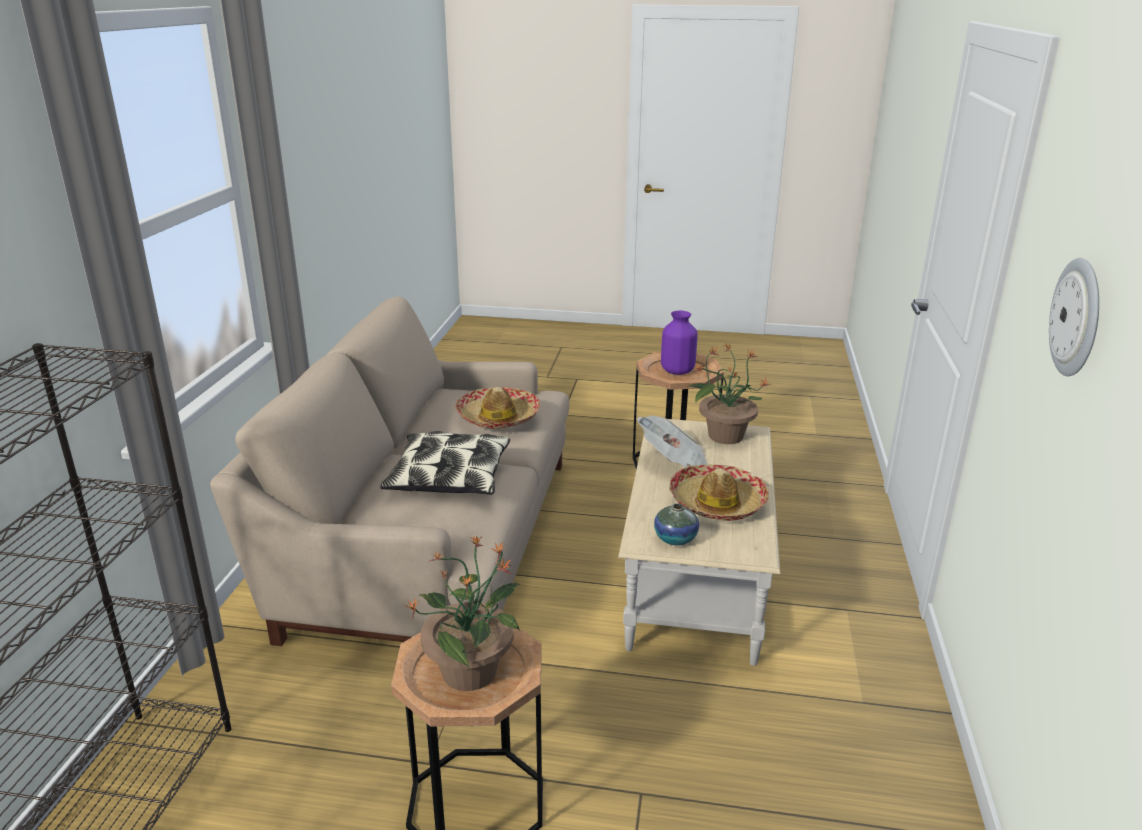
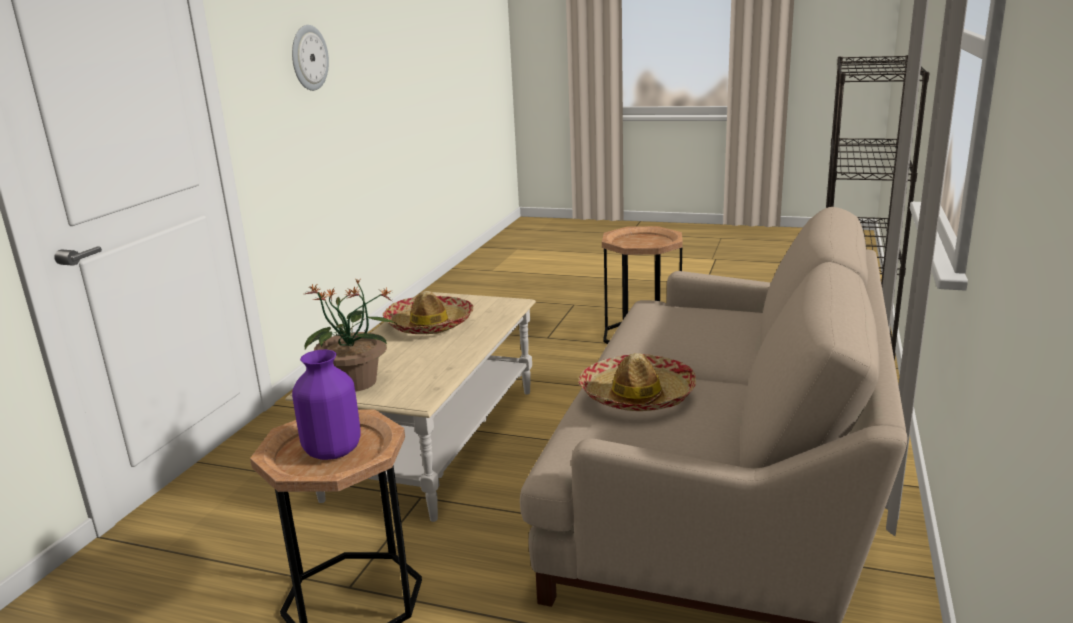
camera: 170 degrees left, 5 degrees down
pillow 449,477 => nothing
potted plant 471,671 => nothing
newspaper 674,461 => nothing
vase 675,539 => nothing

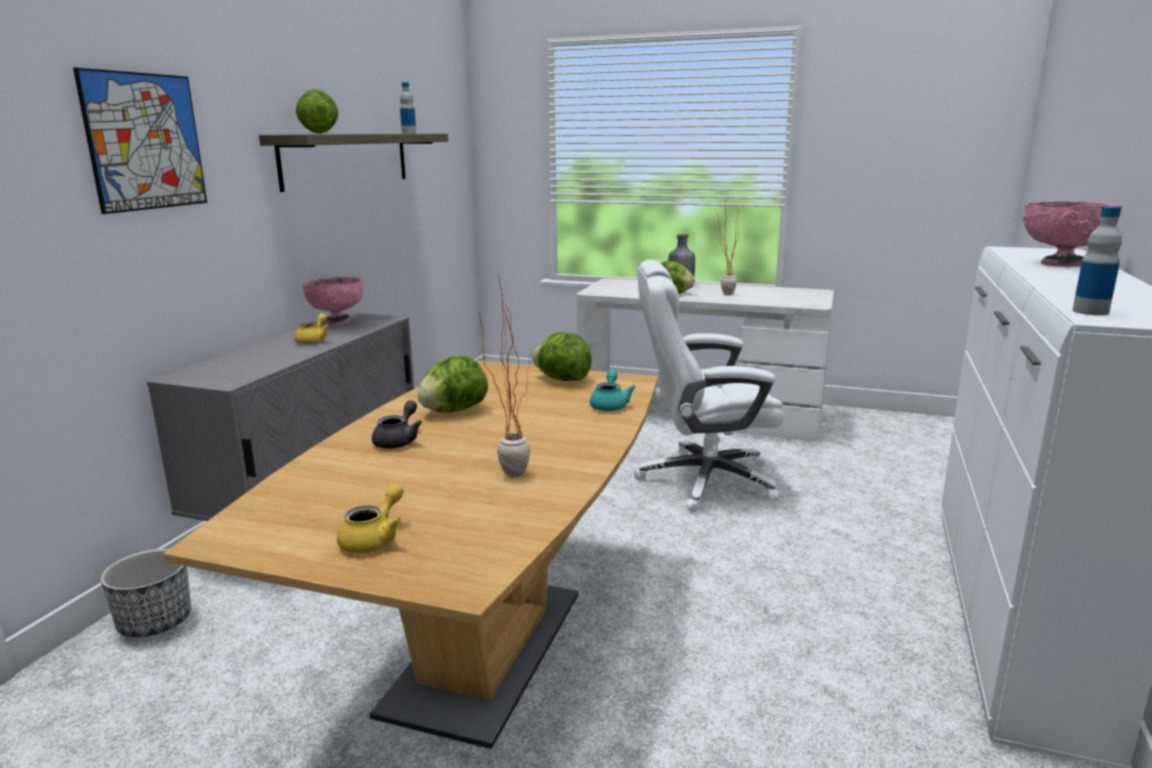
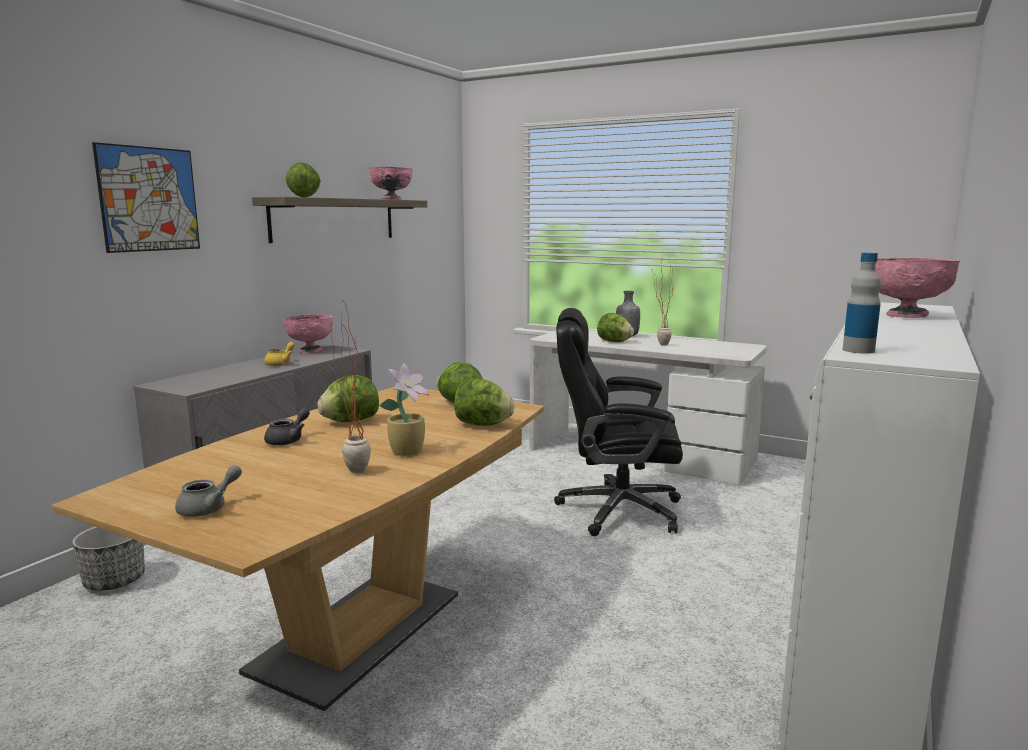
camera: 10 degrees right, 5 degrees down
nothing => potted plant 408,451
bottle 409,133 => pink bowl 391,199
turquoise teapot 610,405 => lettuce 482,425
yellow teapot 374,539 => grey teapot 209,508
white office chair 703,480 => black office chair 616,510

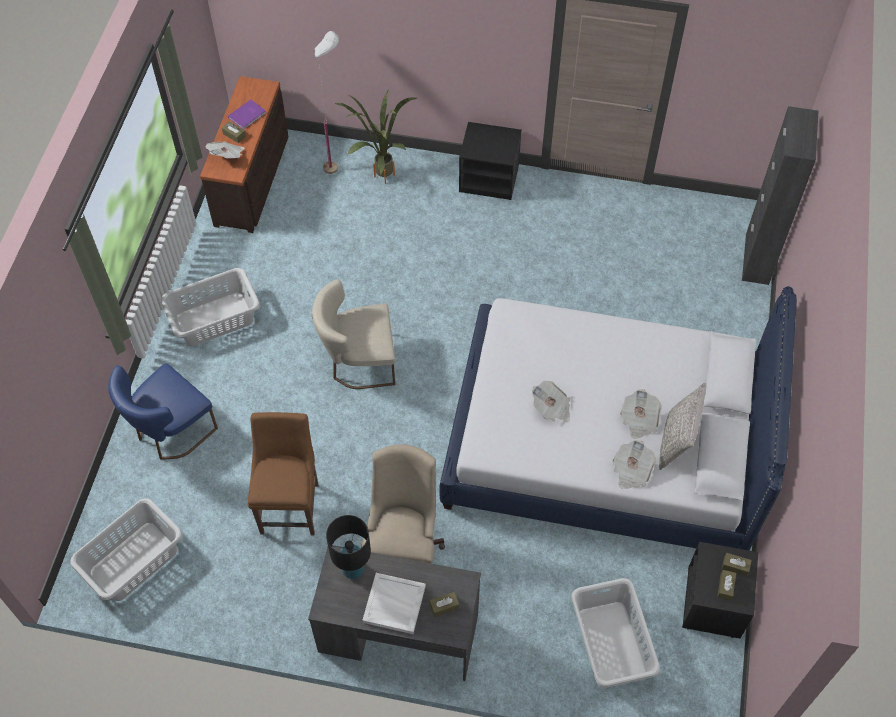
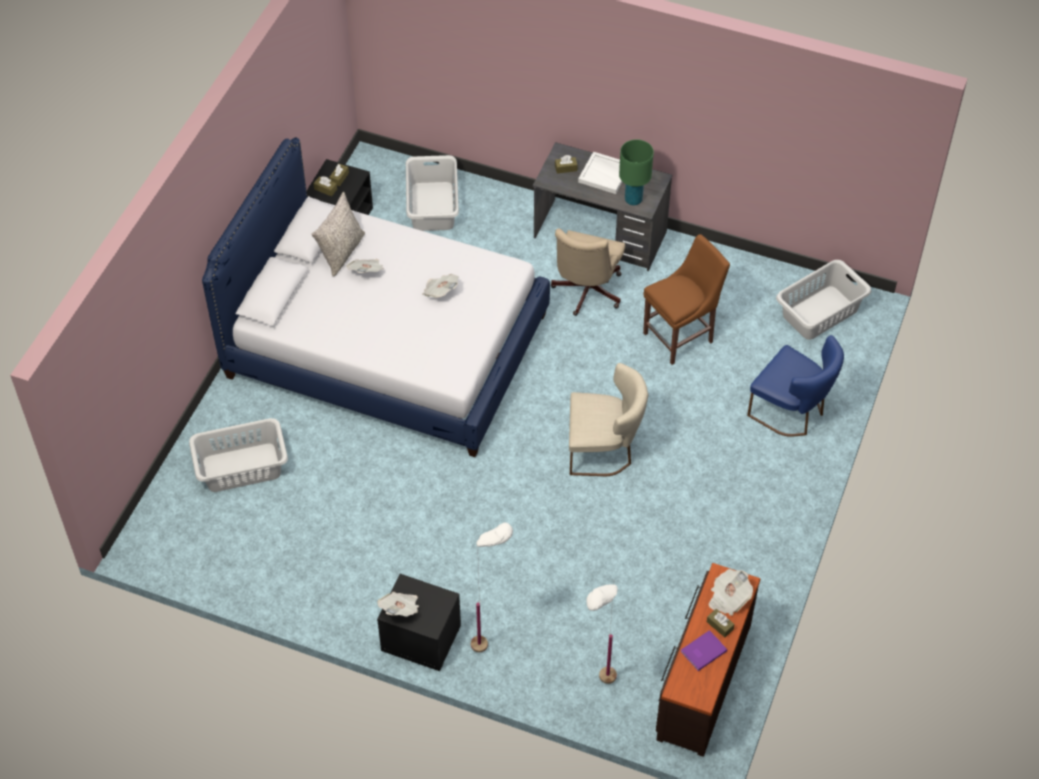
camera: 170 degrees left, 5 degrees down
potted plant 379,178 => nothing
black cabinet 757,259 => nothing
nothing => white floor lamp 492,640
grey laundry basket 214,319 => grey laundry basket 242,468, relocated
newspaper 631,471 => newspaper 400,609, relocated
black table lamp 353,569 => green table lamp 633,199
blue chair 170,432 => blue chair 792,412, 75 degrees clockwise
brown chair 290,505 => brown chair 681,336, 135 degrees counterclockwise

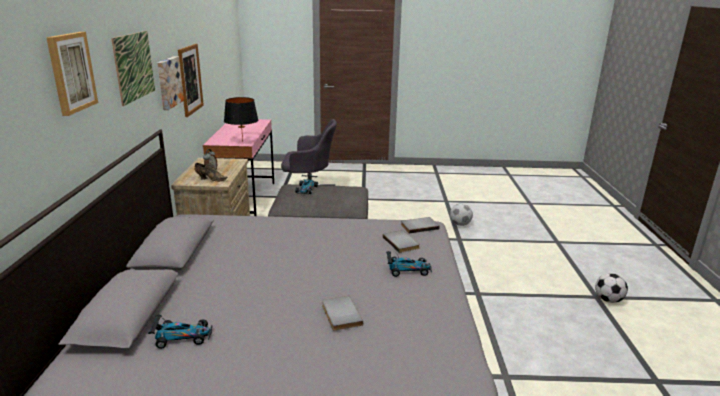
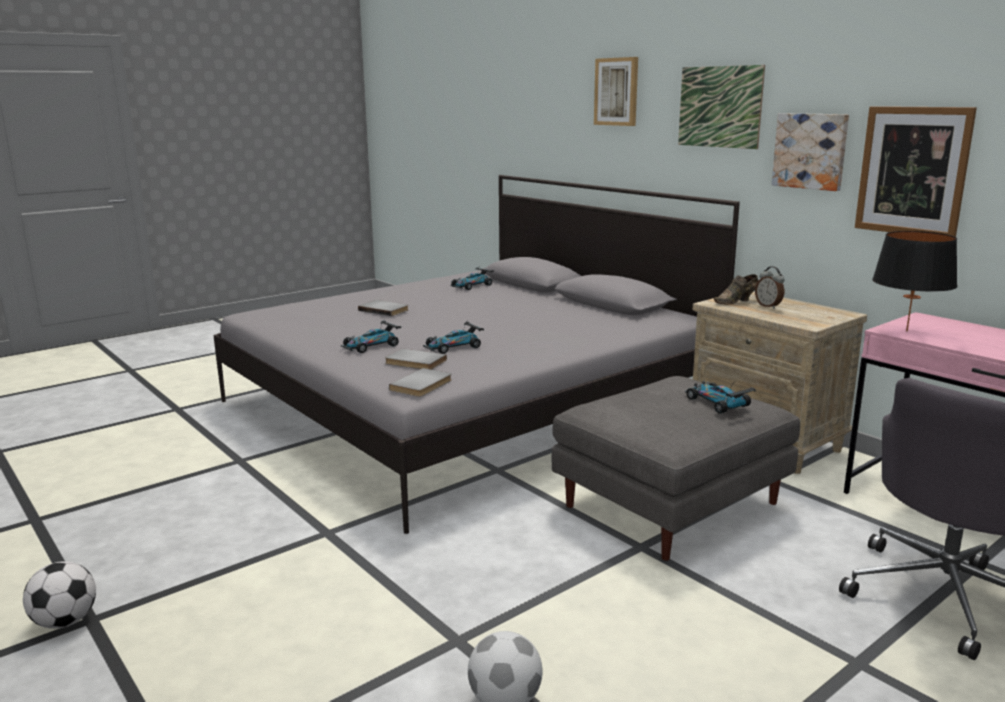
camera: 140 degrees right, 5 degrees down
nothing => toy car 453,347

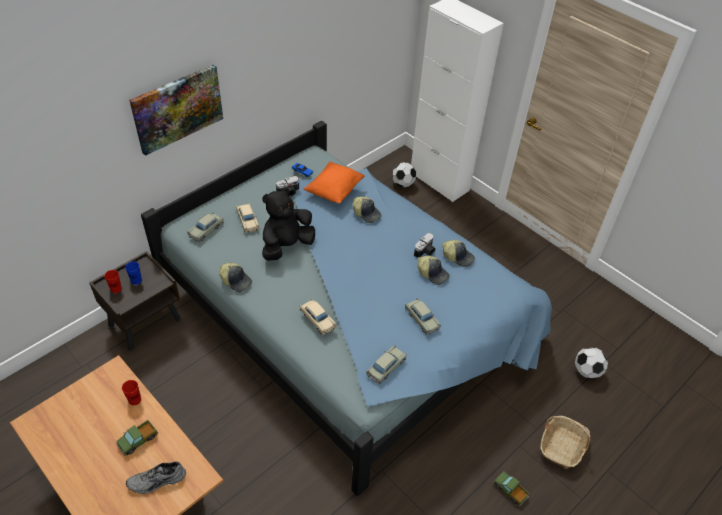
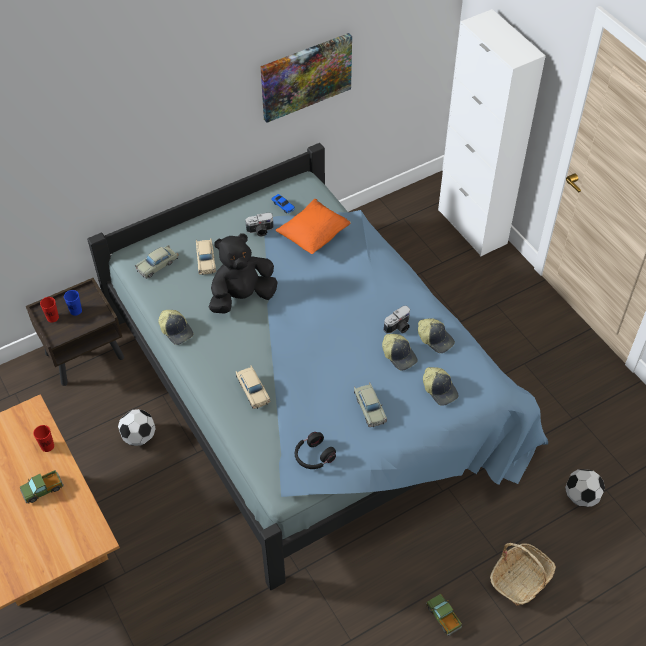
camera: 15 degrees right, 5 degrees up
grey shoe 157,481 => nothing
picture 177,108 => picture 306,76, relocated
cap 366,213 => cap 440,389, relocated
football 403,184 => football 139,437, relocated
beige toy car 386,367 => black headphones 313,457

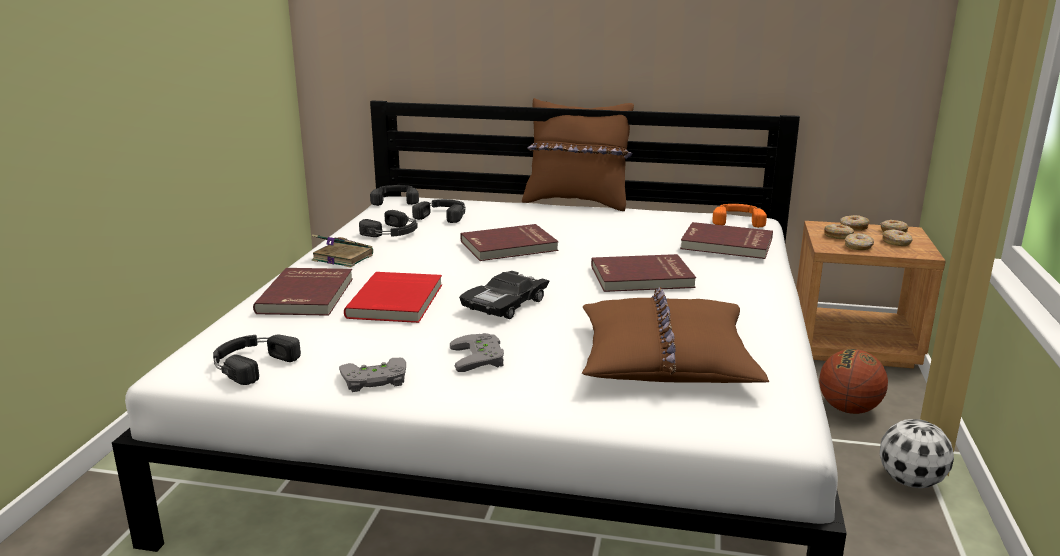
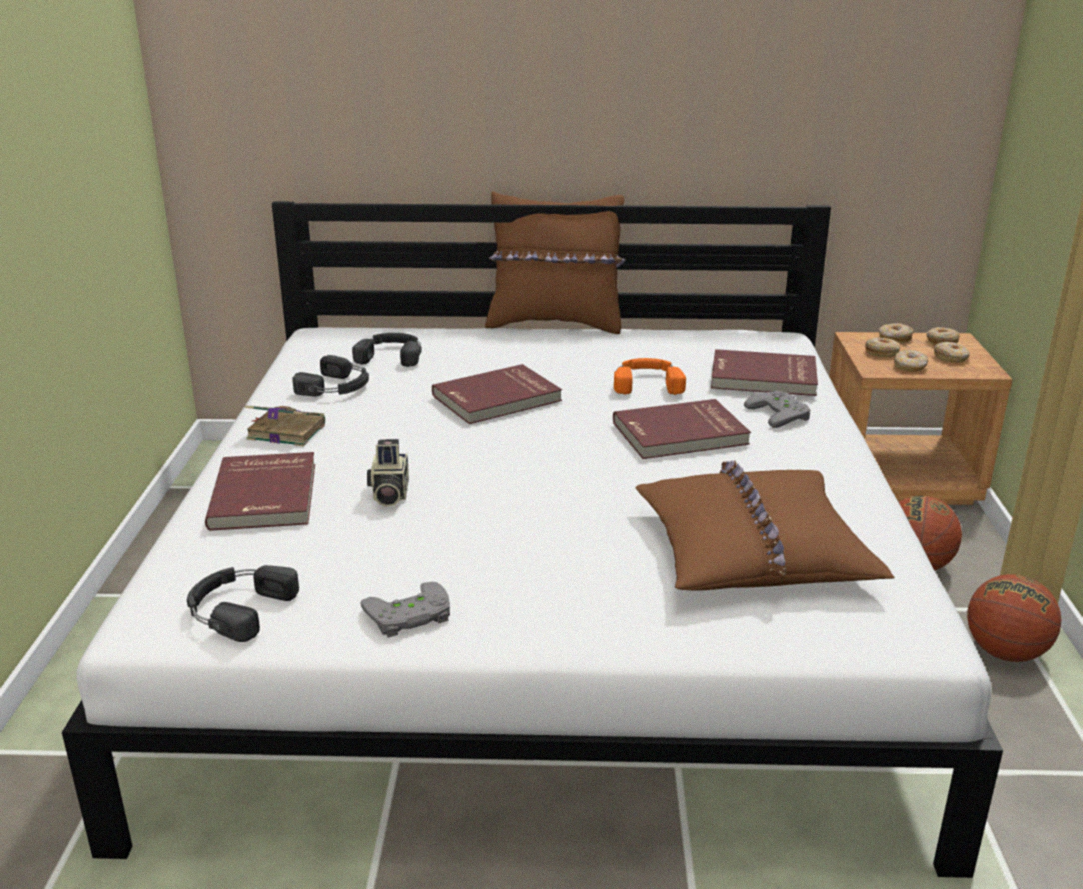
camera: 10 degrees left, 5 degrees up
black headphones 395,199 => nothing
black toy car 505,304 => nothing
grey game controller 481,357 => grey game controller 782,414, relocated
orange headphones 738,220 => orange headphones 647,383, relocated
red book 398,301 => photo camera 388,494
football 909,481 => basketball 1005,652

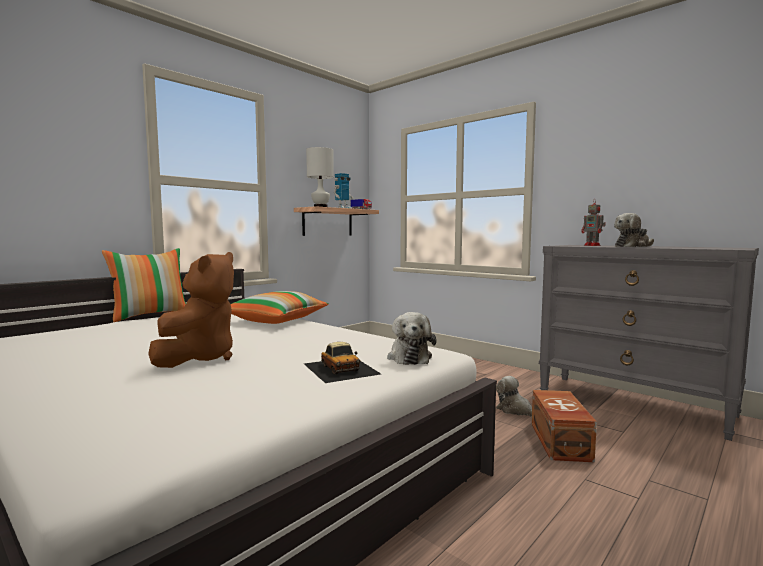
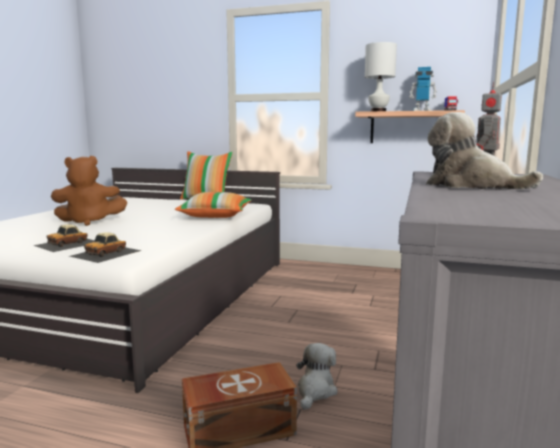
camera: 65 degrees right, 5 degrees up
plush toy 409,357 => toy car 106,253

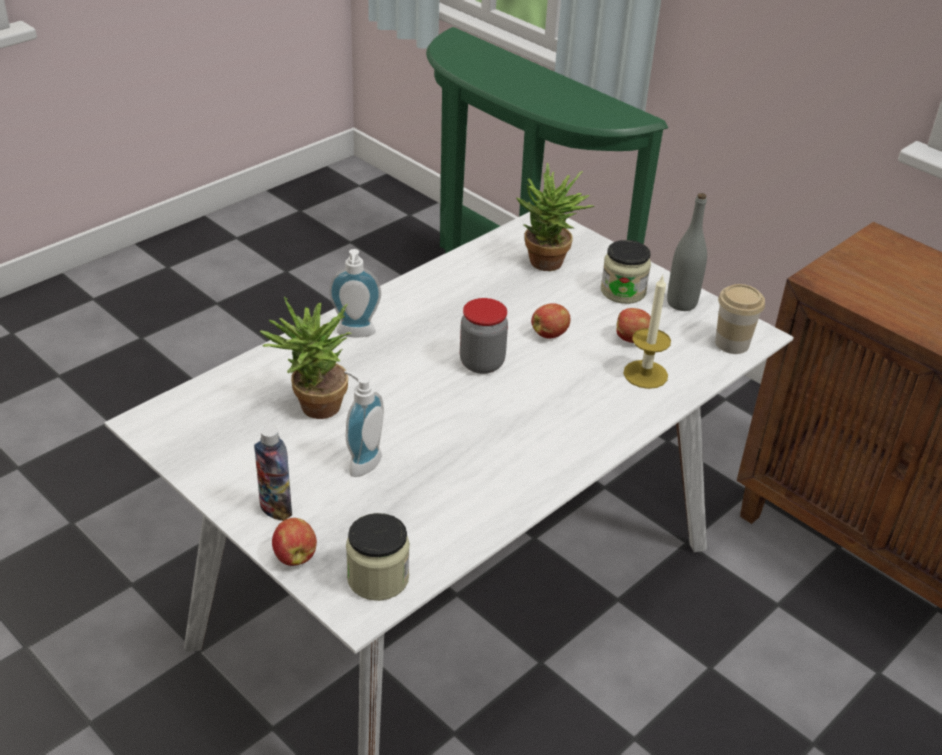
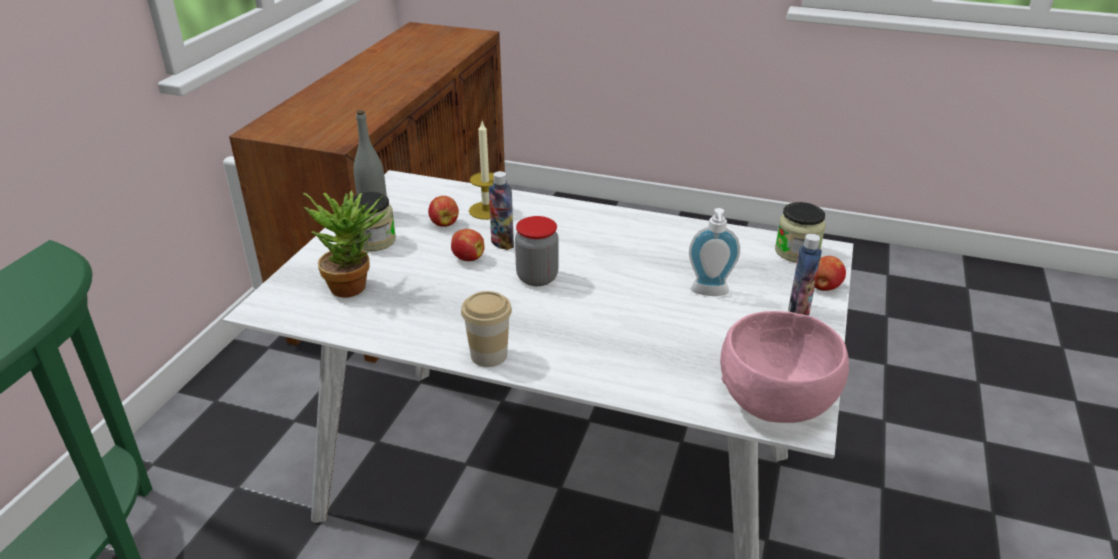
camera: 115 degrees left, 5 degrees down
potted plant 313,409 => nothing
soap dispenser 355,334 => nothing
nothing => bottle 502,243
nothing => pink bowl 778,401
cup 732,343 => cup 489,355, relocated

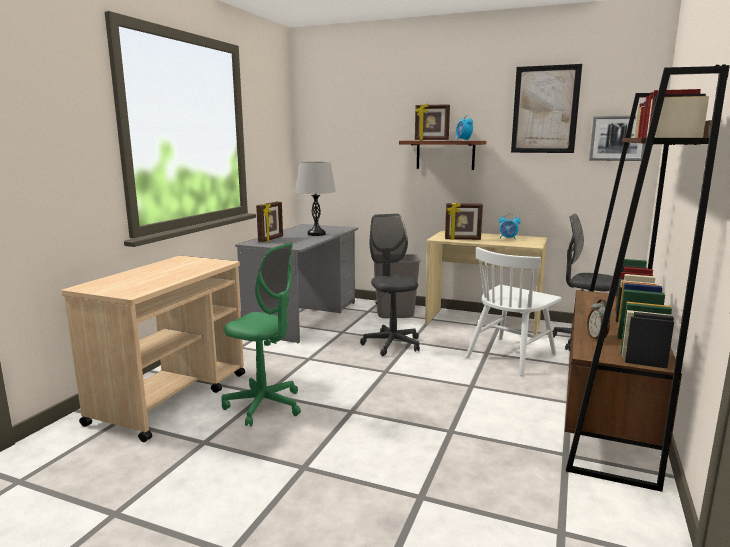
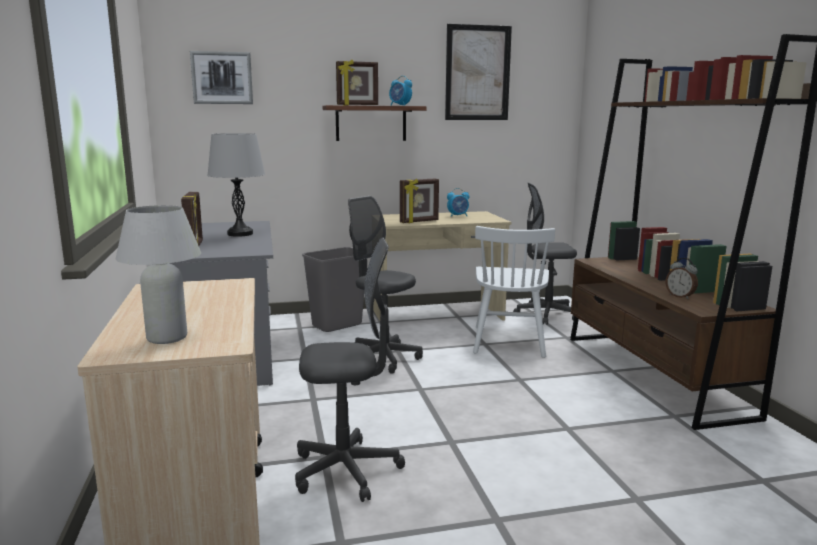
camera: 35 degrees left, 0 degrees up
nothing => white table lamp 167,338
picture 618,138 => picture 222,78, relocated
green office chair 264,406 => grey office chair 346,470

